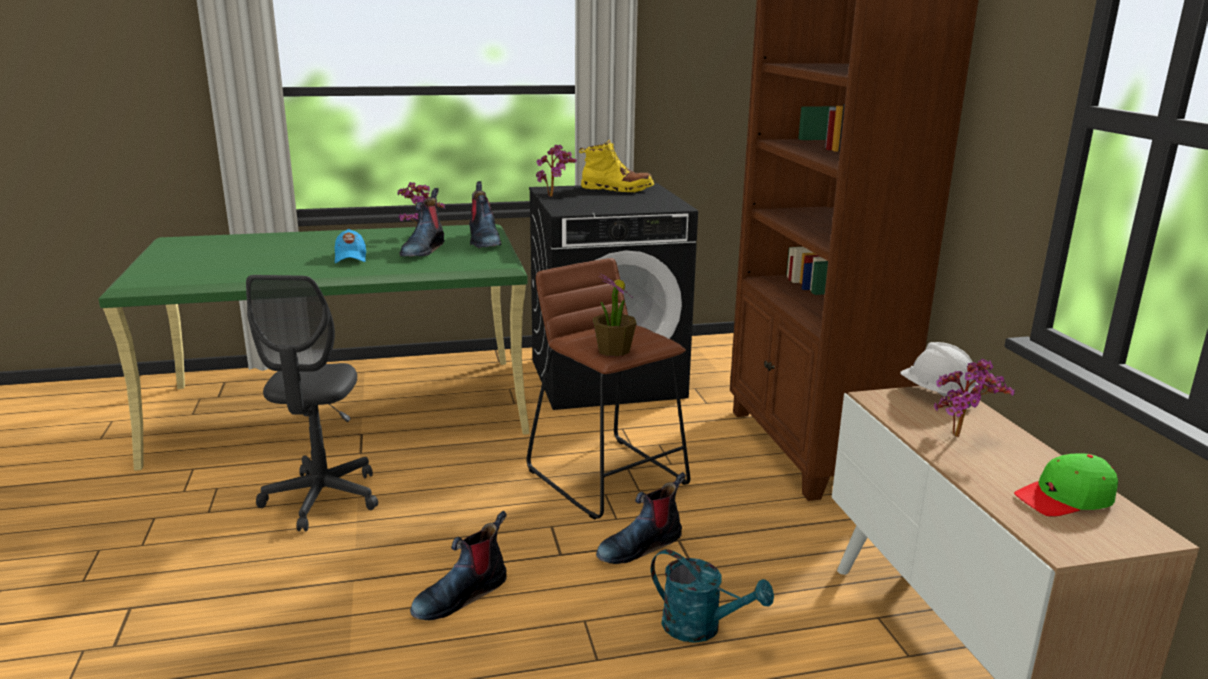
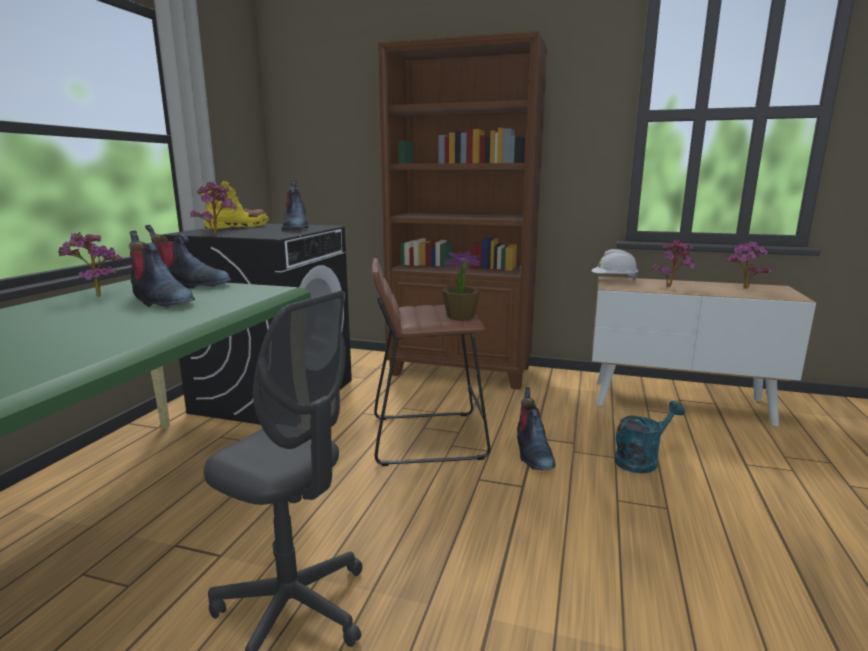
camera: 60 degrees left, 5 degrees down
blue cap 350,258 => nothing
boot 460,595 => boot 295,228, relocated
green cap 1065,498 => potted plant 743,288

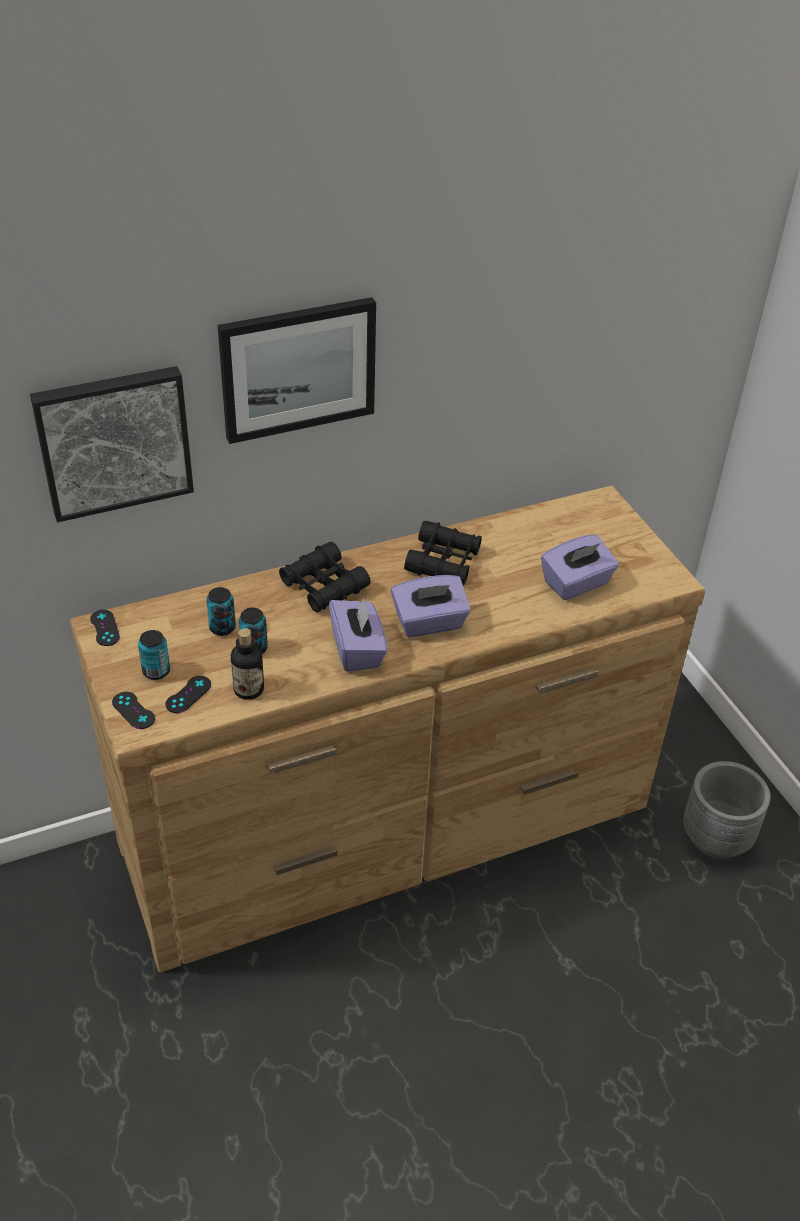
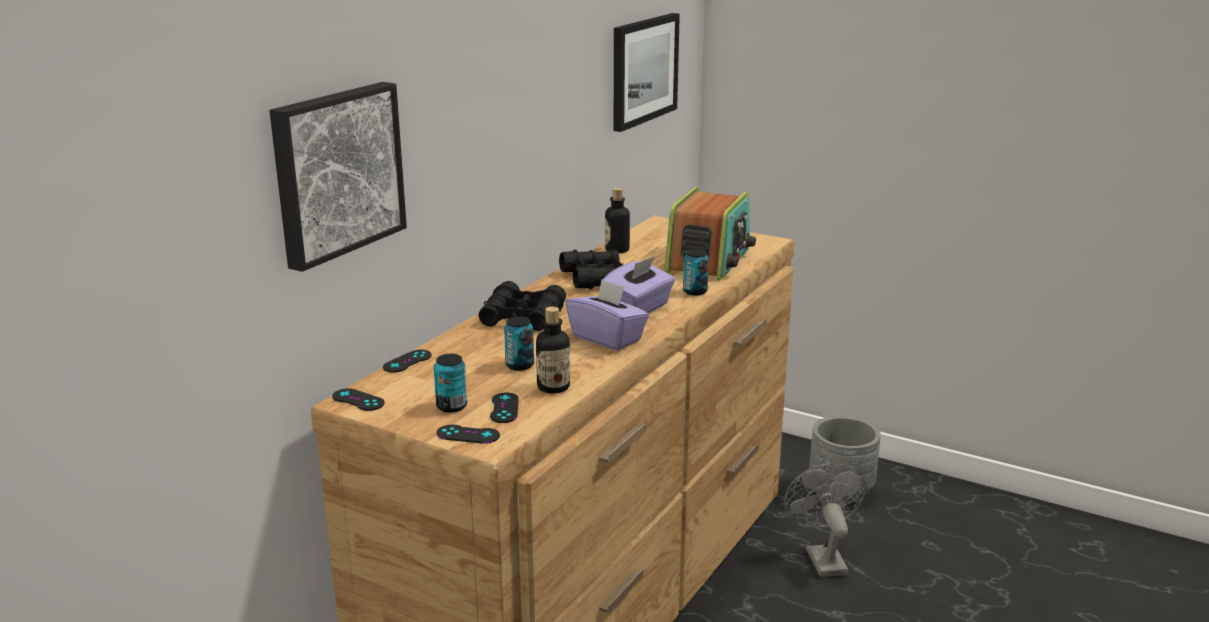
camera: 35 degrees left, 20 degrees down
nothing => black game controller 407,361
nothing => bottle 617,250
nothing => grey fan 822,557
can 222,628 => can 695,291, relocated
picture 298,368 => picture 643,70, relocated
purple tissue box 576,584 => radio 709,260

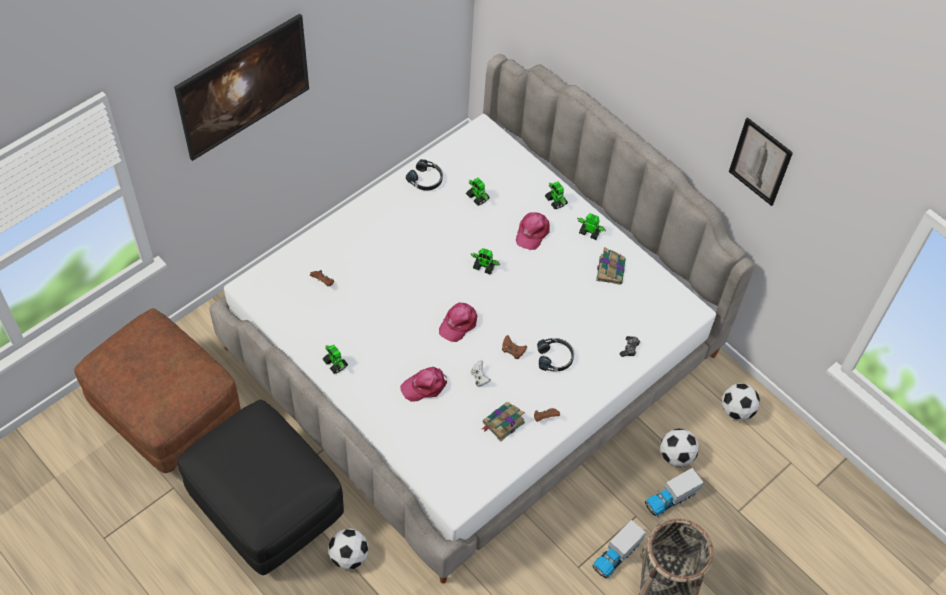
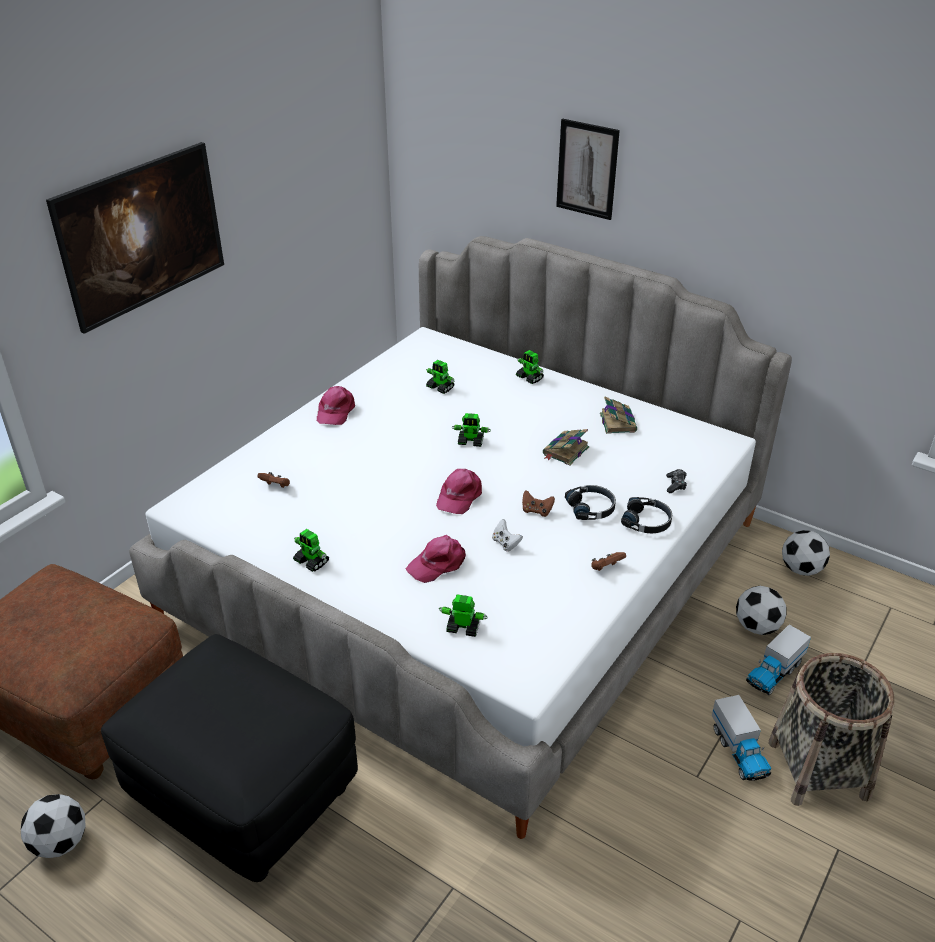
camera: 10 degrees left, 20 degrees down
football 349,556 => football 60,843, relocated
black headphones 426,179 => black headphones 647,521, relocated
book 502,423 => book 565,451, relocated
pink cap 532,232 => pink cap 335,411, relocated
toy robot 590,232 => toy robot 463,627, relocated
picture 760,161 => picture 587,169, relocated
toy truck 616,555 => toy truck 739,751, 45 degrees counterclockwise

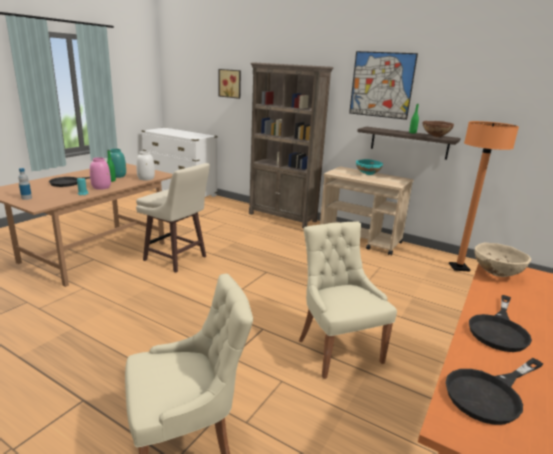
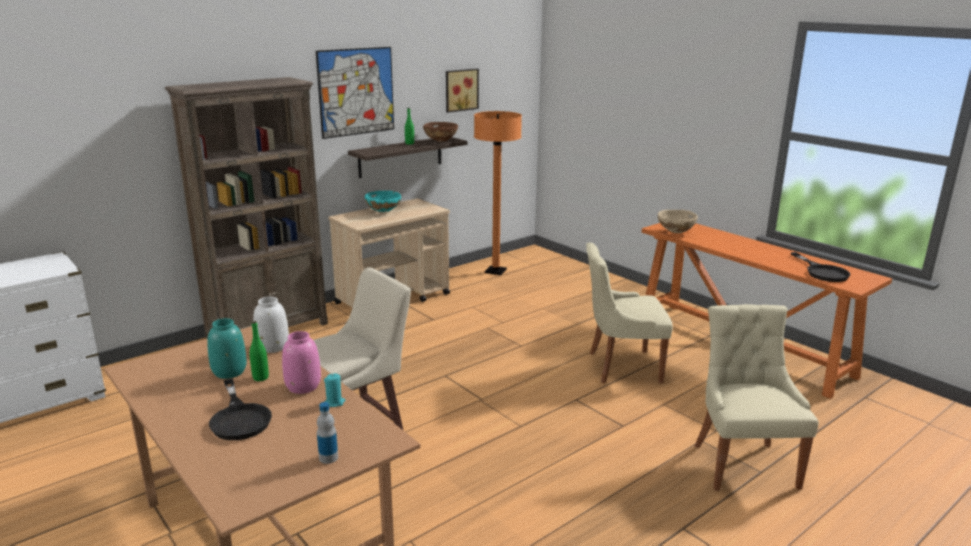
camera: 70 degrees left, 0 degrees up
black frying pan 499,330 => nothing
picture 230,83 => picture 460,90, relocated

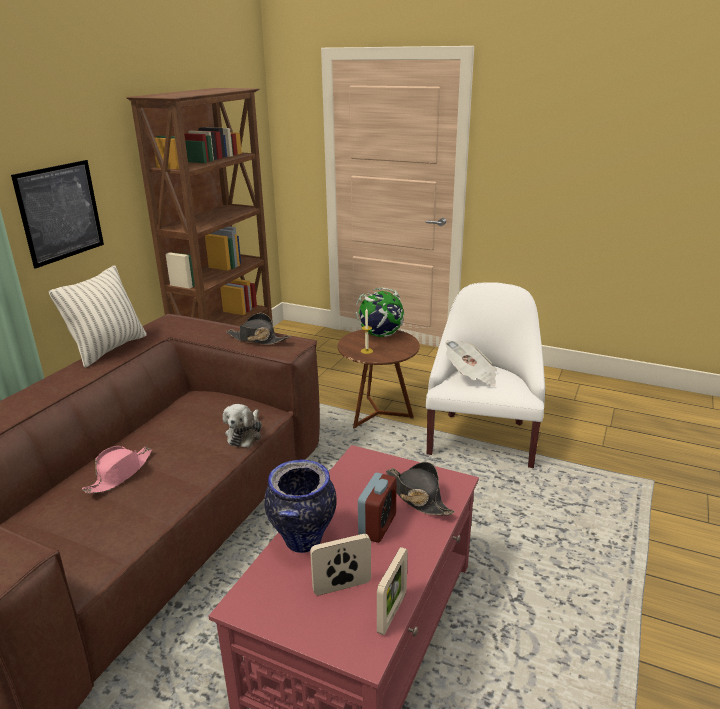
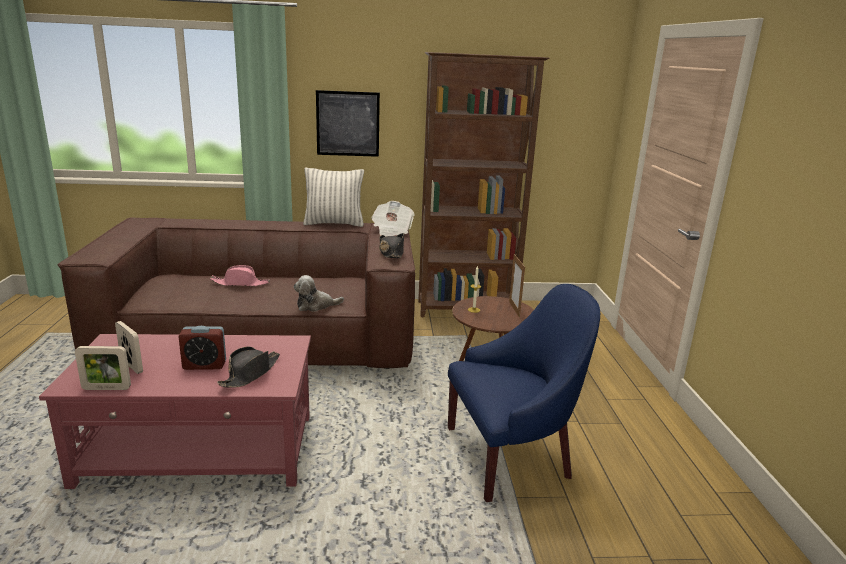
camera: 60 degrees right, 5 degrees down
vase 303,542 => nothing
newspaper 471,376 => newspaper 392,231, relocated
globe 380,335 => picture frame 514,309
white armchair 482,437 => blue armchair 511,455

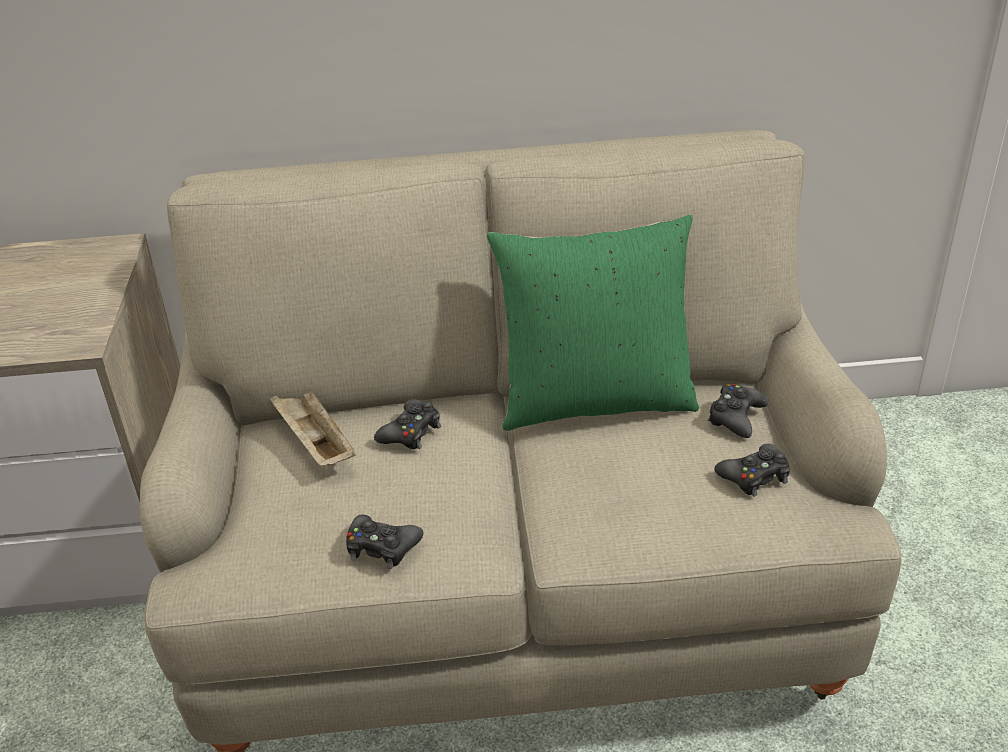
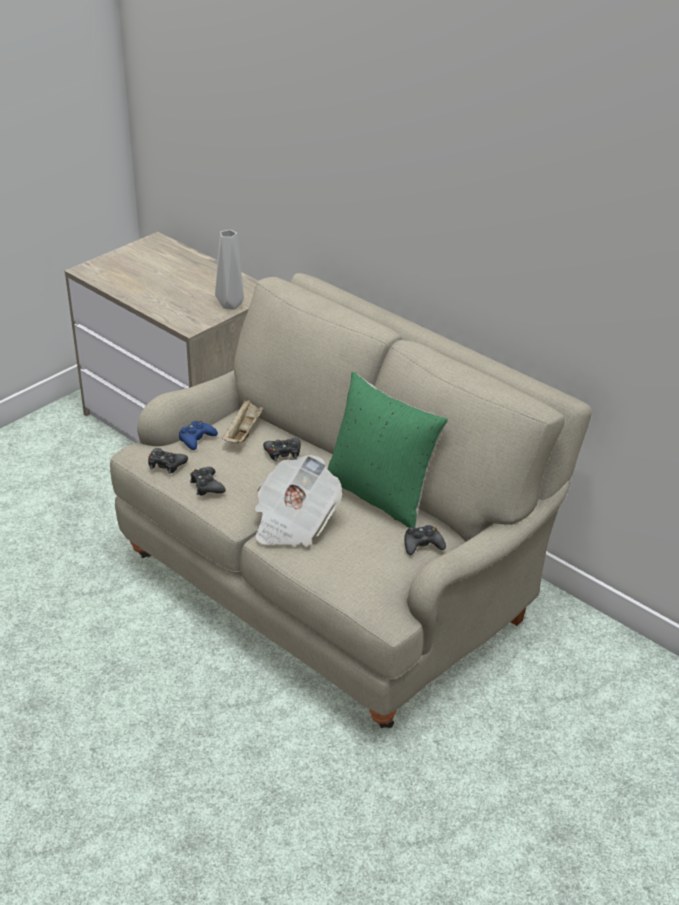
camera: 45 degrees right, 0 degrees up
nothing => blue game controller 196,439
nothing => grey vase 232,304
nothing => newspaper 294,522
black game controller 754,476 => black game controller 166,464, relocated

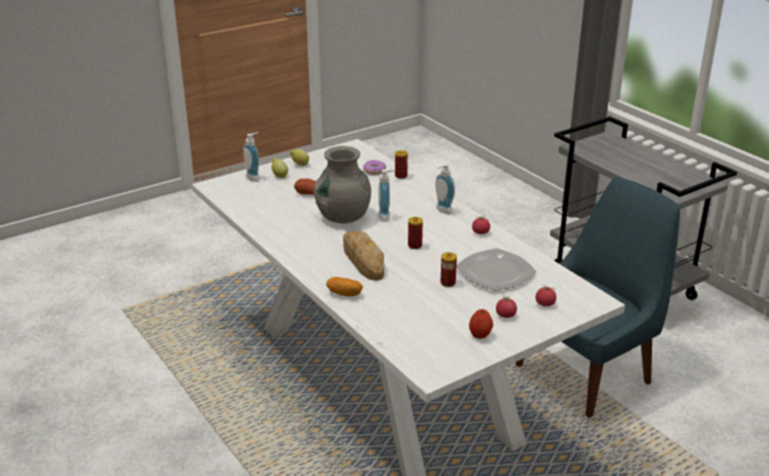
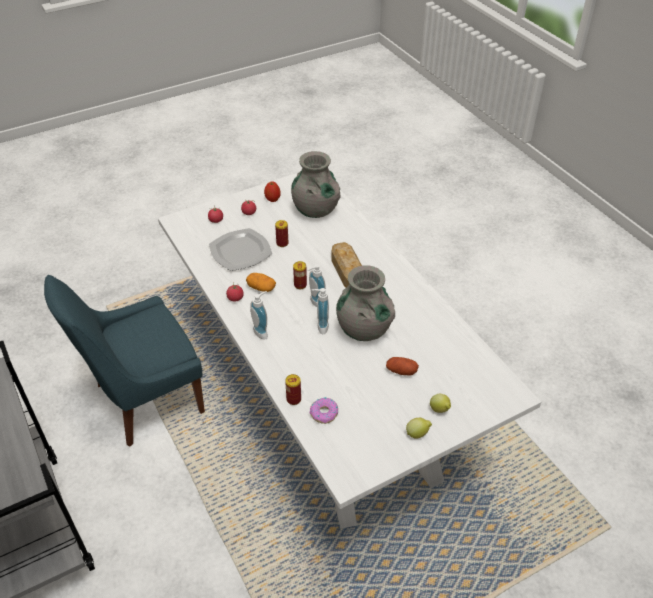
camera: 175 degrees left, 15 degrees up
nothing => grey vase 315,210
soap dispenser 255,177 => soap dispenser 315,303, relocated
potato 344,294 => potato 261,288, relocated

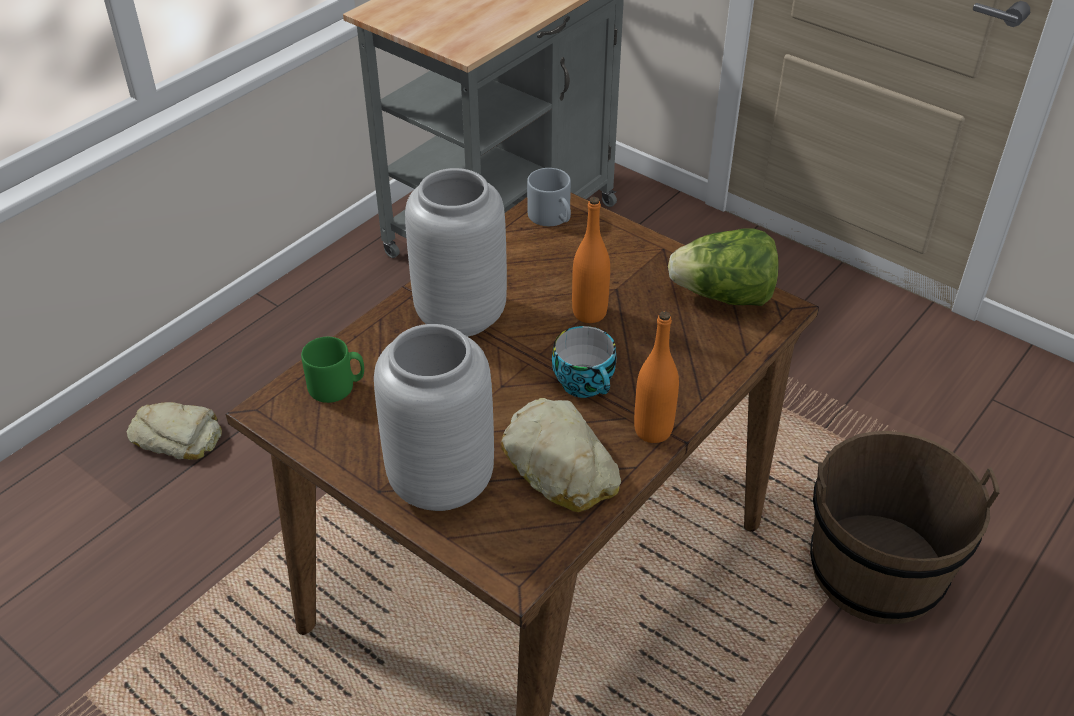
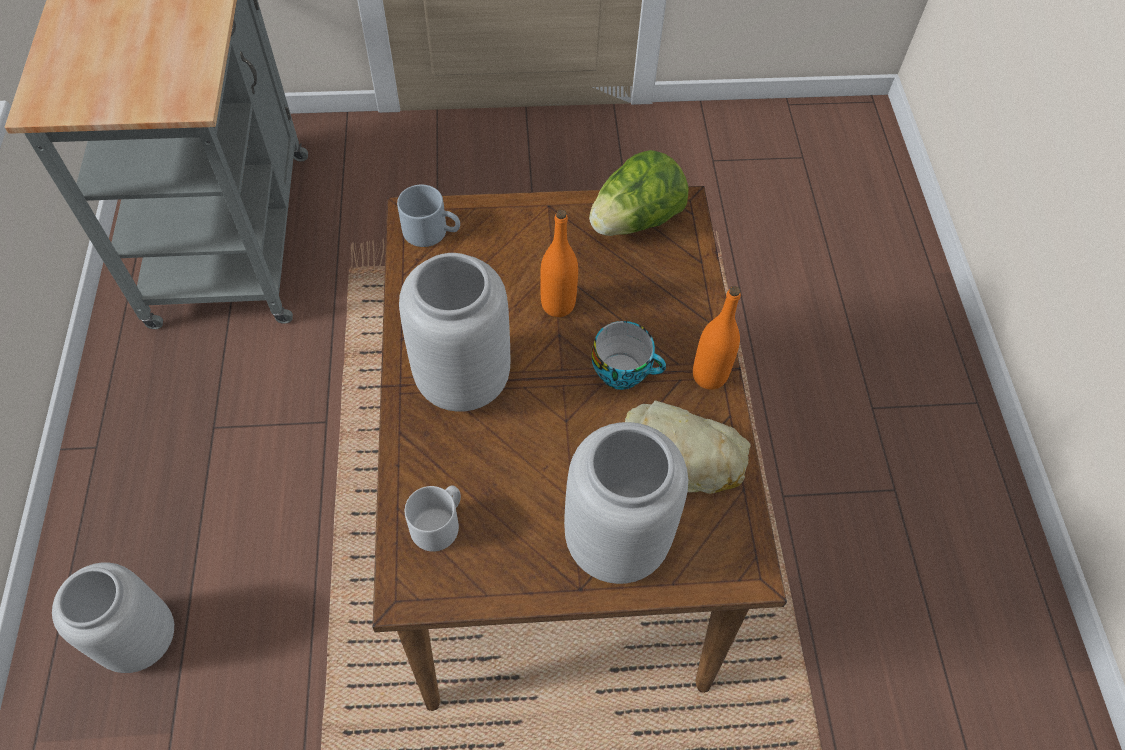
camera: 45 degrees left, 15 degrees up
brown bucket 876,569 => nothing
bread 178,437 => grey vase 139,638
green mug 337,387 => grey mug 439,524

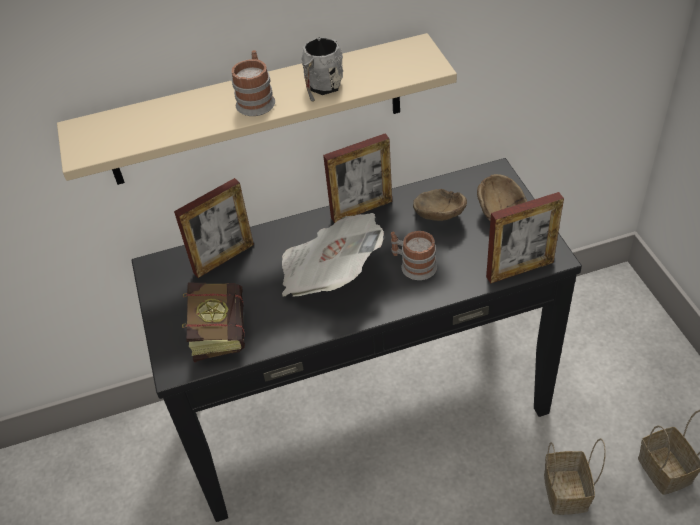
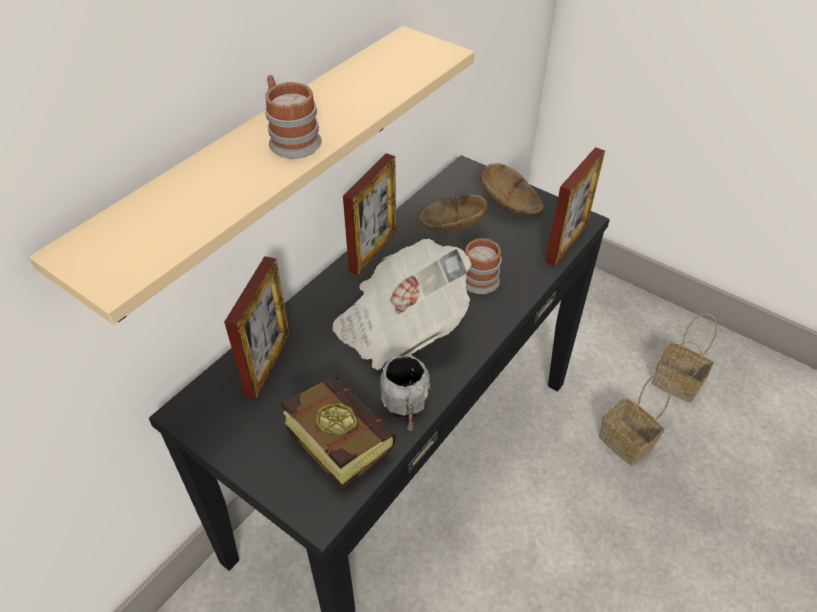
camera: 40 degrees left, 0 degrees up
grey mug 322,89 => grey mug 405,409, relocated

